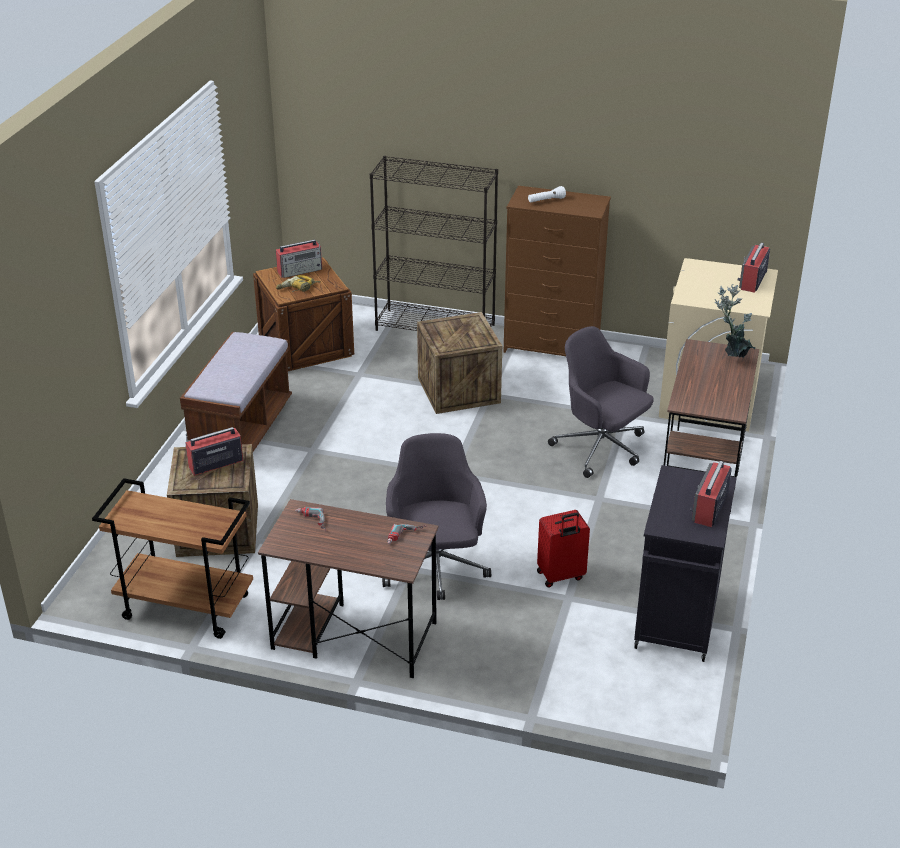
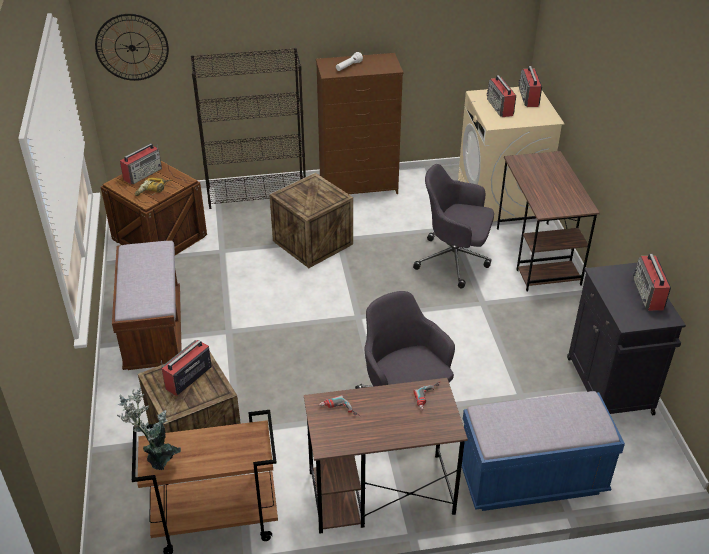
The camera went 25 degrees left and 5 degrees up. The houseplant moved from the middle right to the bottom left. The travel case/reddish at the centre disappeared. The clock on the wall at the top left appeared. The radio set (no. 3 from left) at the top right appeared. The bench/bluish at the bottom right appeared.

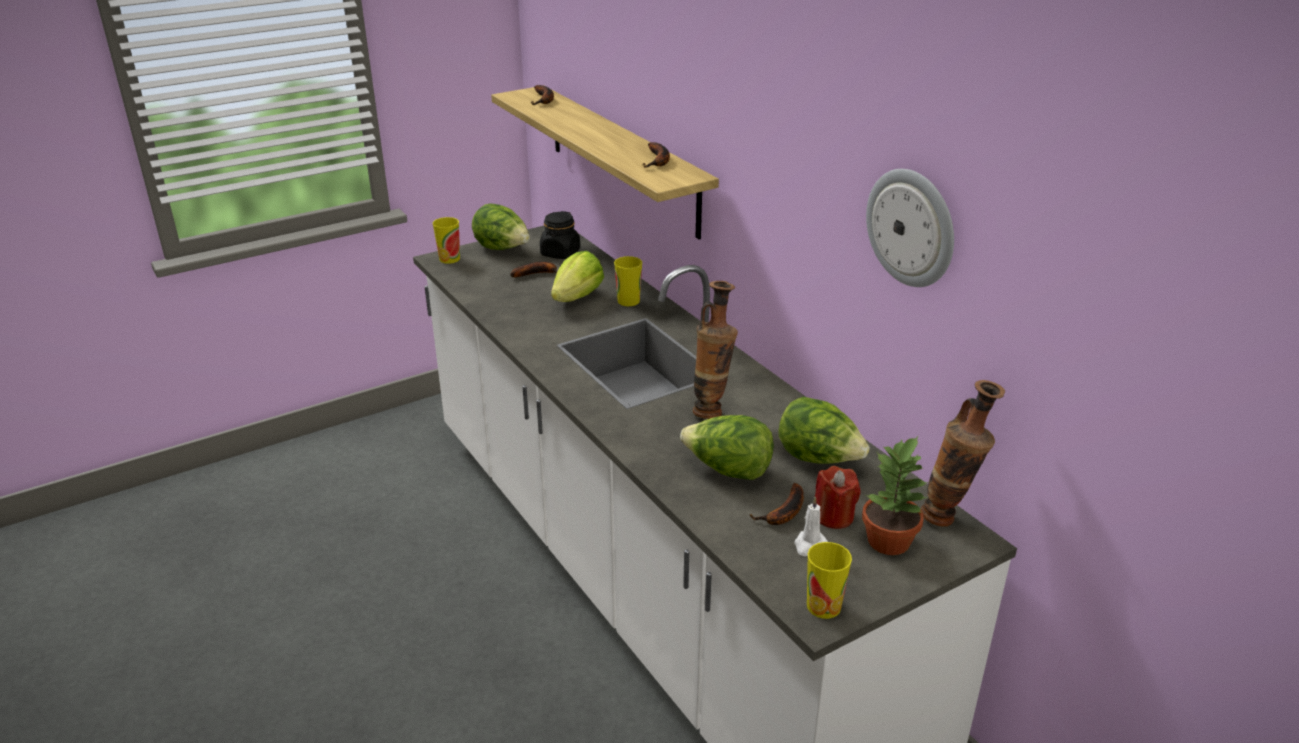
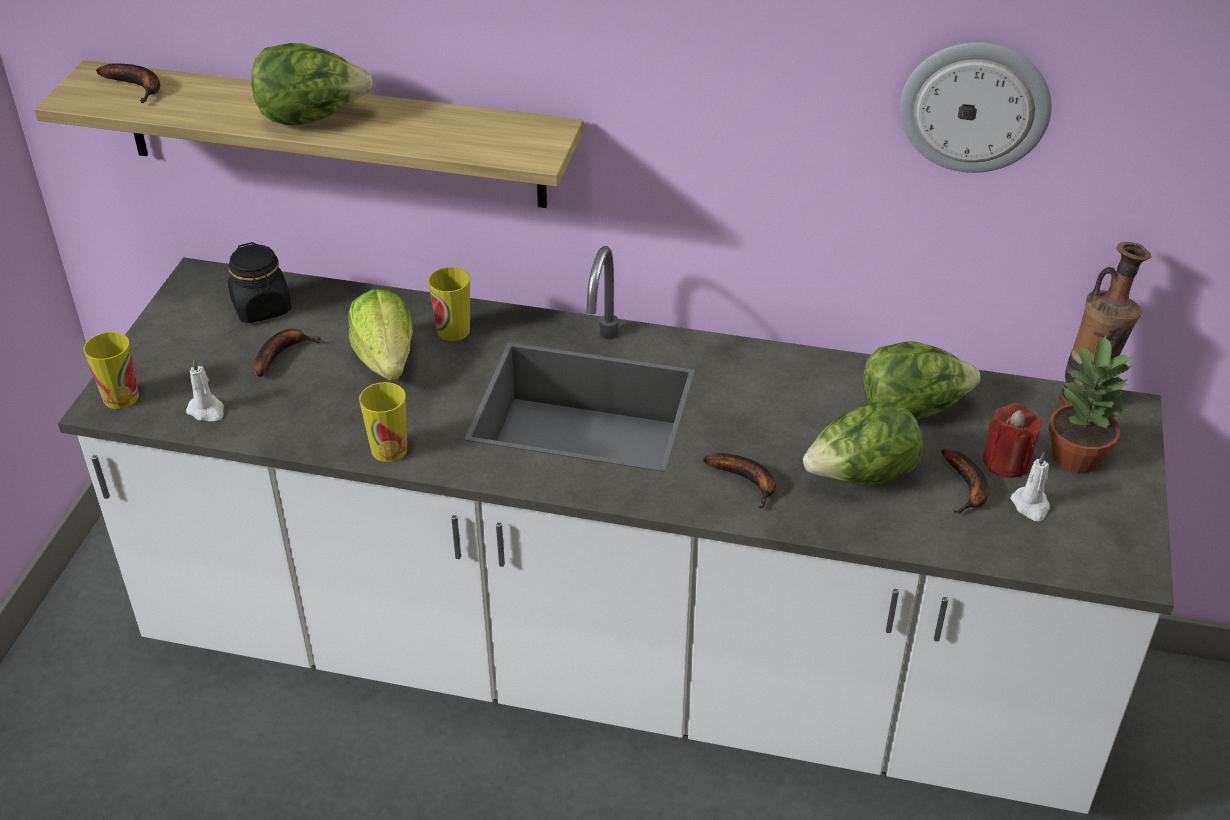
The camera went 45 degrees left and 10 degrees up. The whole banana (no. 3 from left) moved from the top centre to the centre. The lettuce (no. 1 from left) moved from the top centre to the top left. The flower vase (no. 1 from left) at the centre disappeared. The small cup (no. 3 from left in the first image) moved from the bottom centre to the middle left. The wax candle/whitish (no. 1 from left) at the middle left appeared.

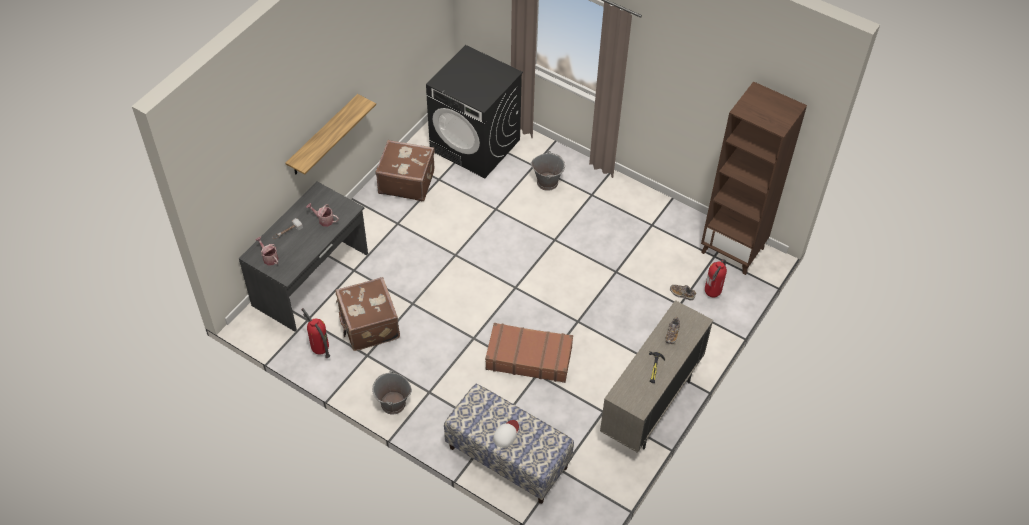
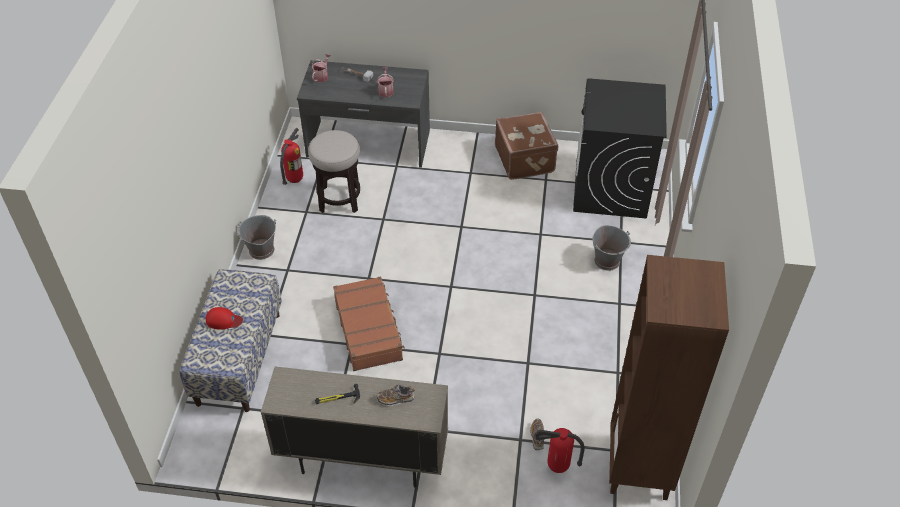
The camera went 65 degrees right and 5 degrees down. The shelf at the top left disappeared. The travel case/brown (no. 1 from left) at the centre was replaced by the sitting stool at the centre. The peaked cap/whitish at the bottom centre became the peaked cap/reddish at the middle left.

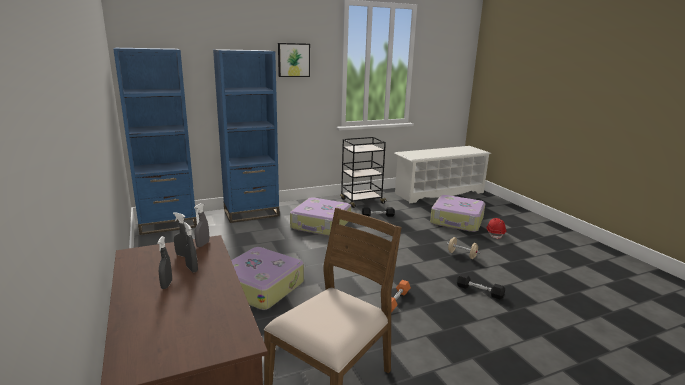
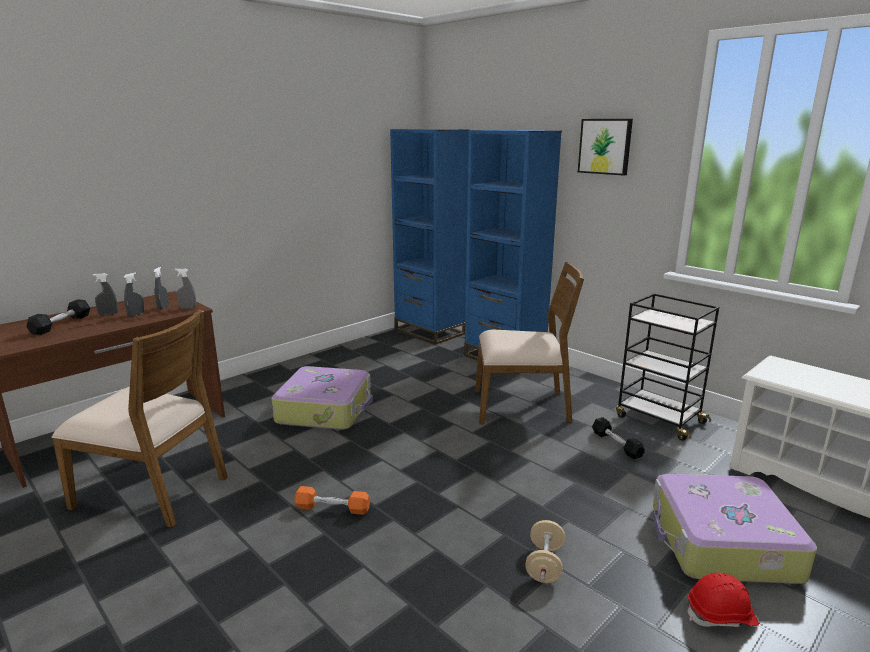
The camera went 70 degrees right and 0 degrees up. The travel case (no. 2 from left) at the centre was replaced by the upright chair/brown (no. 2 from left) at the centre. The free weight/black-coloured (no. 2 from left in the first image) moved from the bottom right to the middle left.

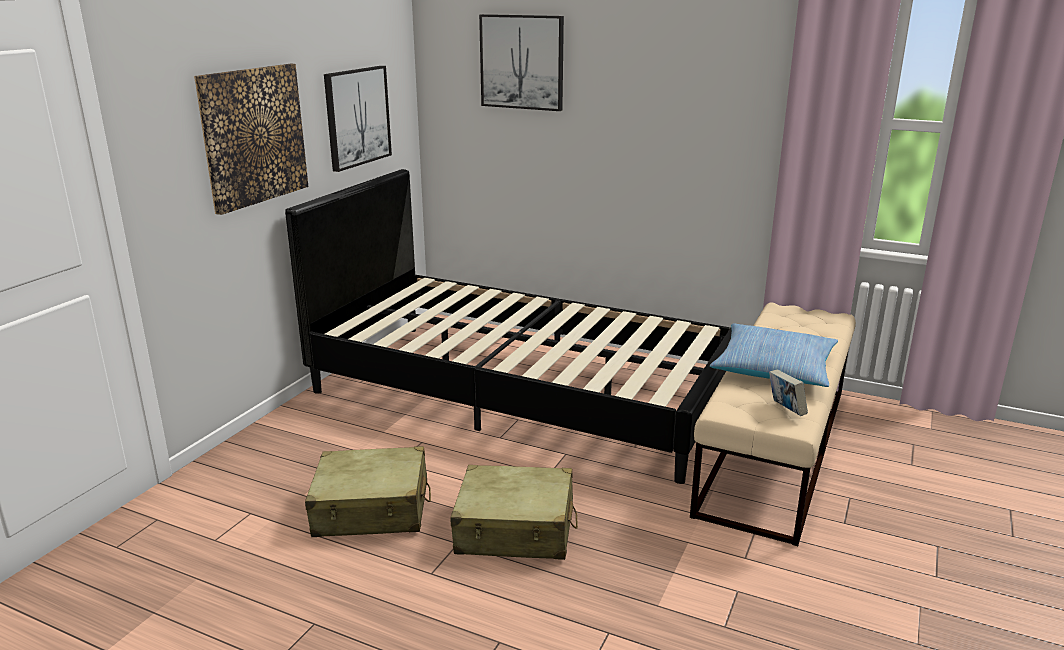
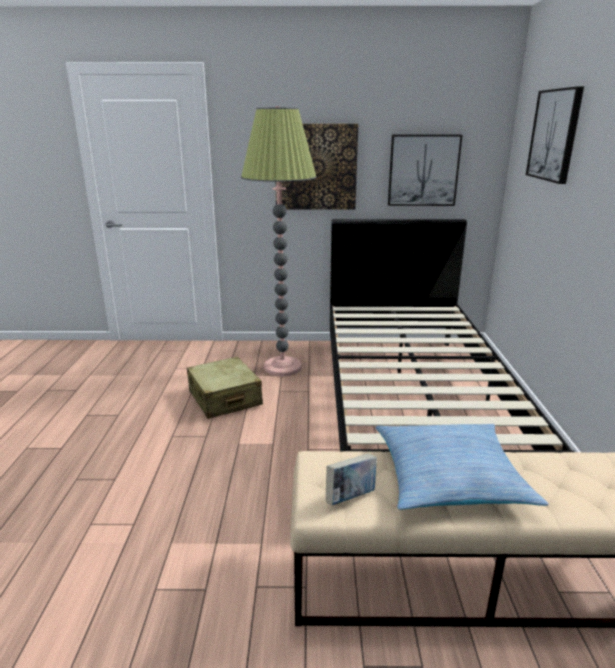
The camera went 65 degrees right and 0 degrees up. The travel case/beige-coloured (no. 2 from left) at the bottom centre disappeared. The standing lamp at the centre appeared.

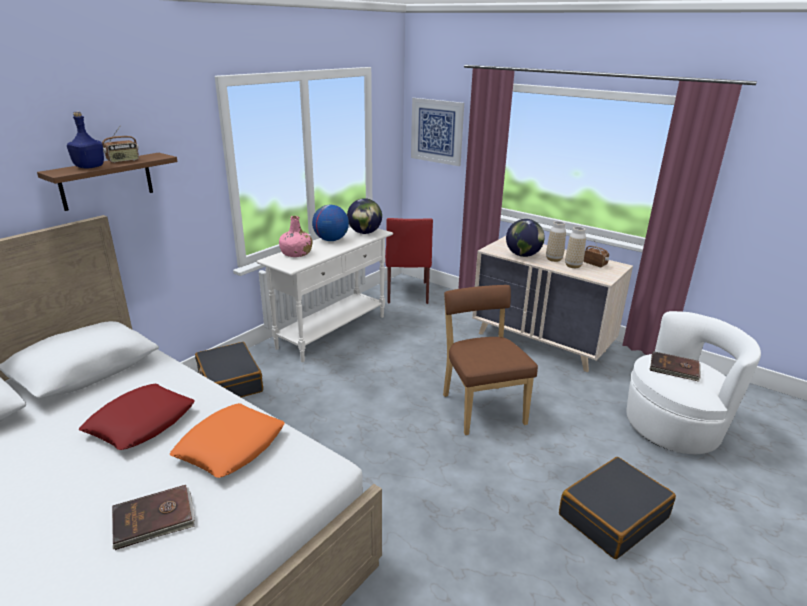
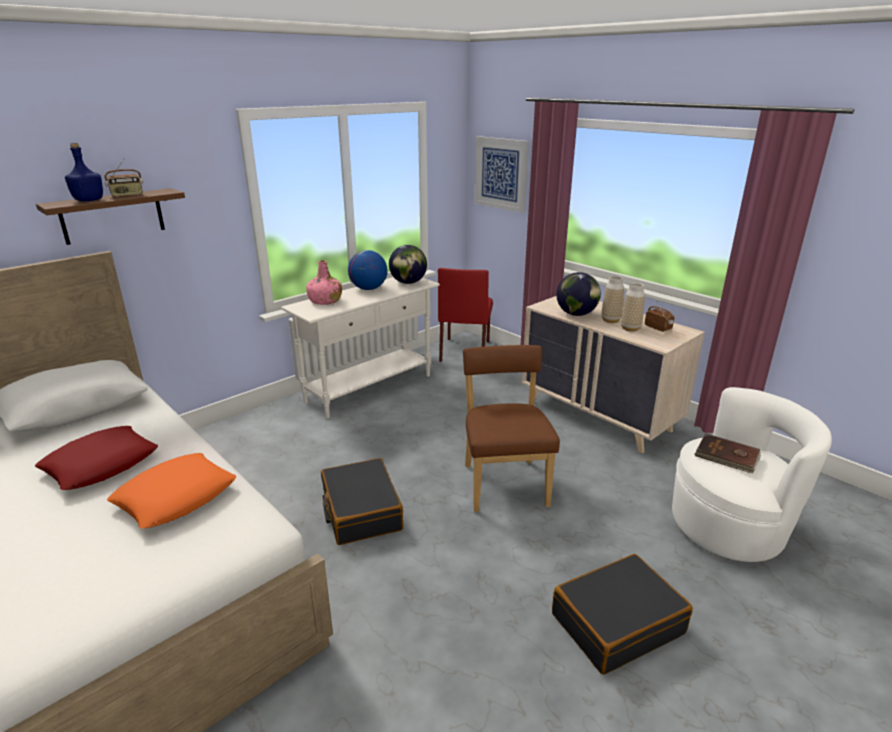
The camera went 10 degrees right and 0 degrees up. The travel case/black-coloured (no. 1 from left) moved from the middle left to the bottom centre. The volume/brown (no. 1 from left) at the bottom left disappeared.

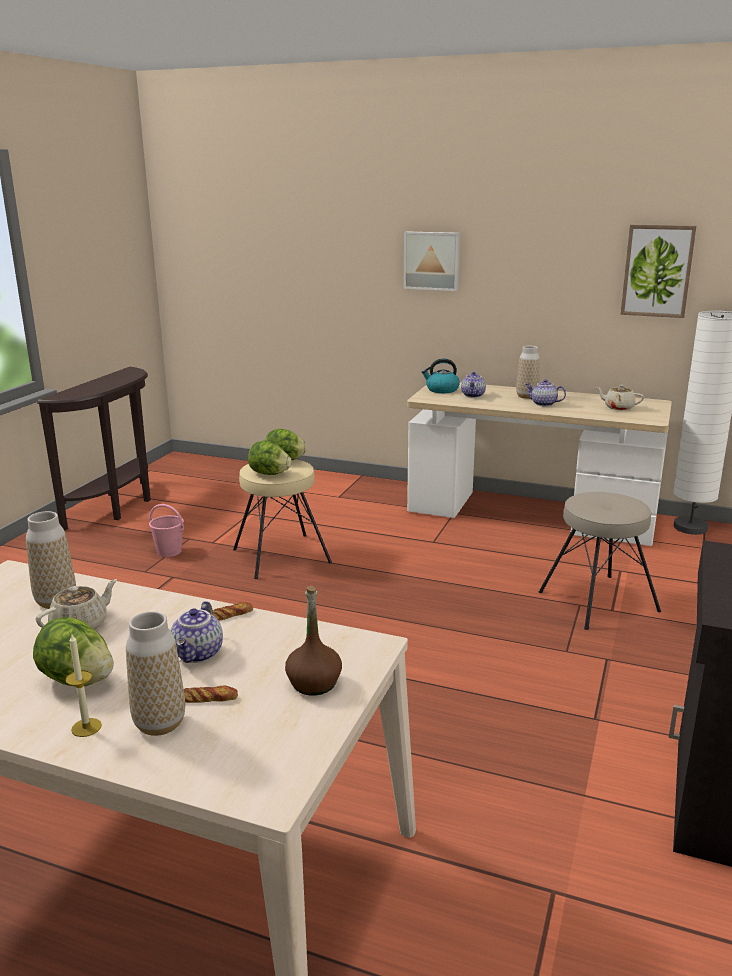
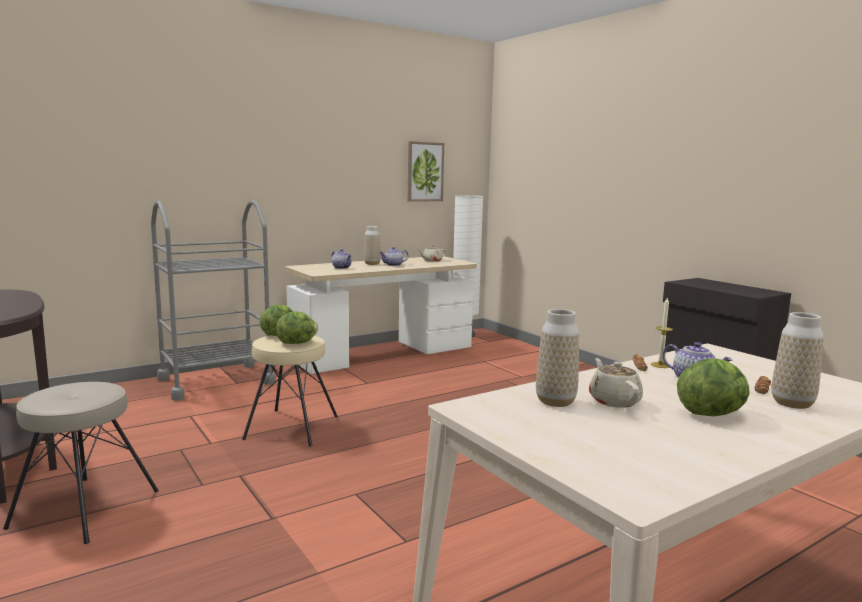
The camera went 55 degrees left and 10 degrees down. The wall art (no. 1 from left) at the top centre disappeared. The tea kettle at the centre disappeared. The sitting stool/beige-coloured (no. 2 from left in the first image) moved from the middle right to the bottom left. The pail/pinkish at the middle left disappeared. The drink bottle/brown at the centre disappeared. The wax candle moved from the bottom left to the middle right. The trolley/greyish at the middle left appeared.

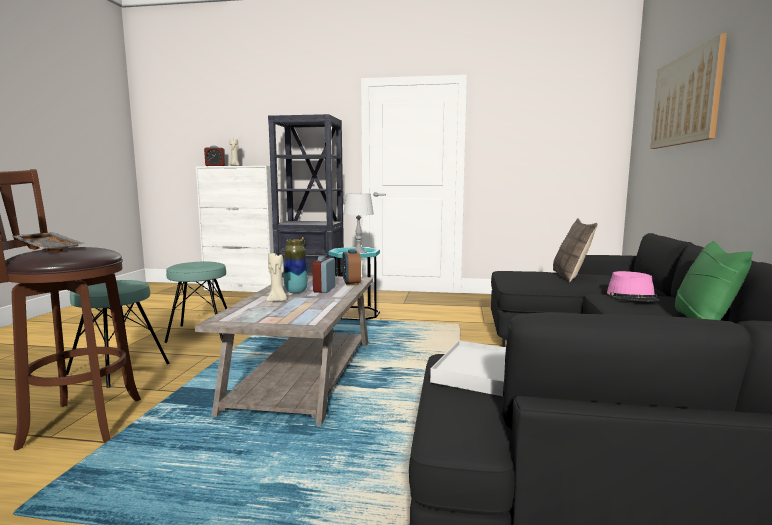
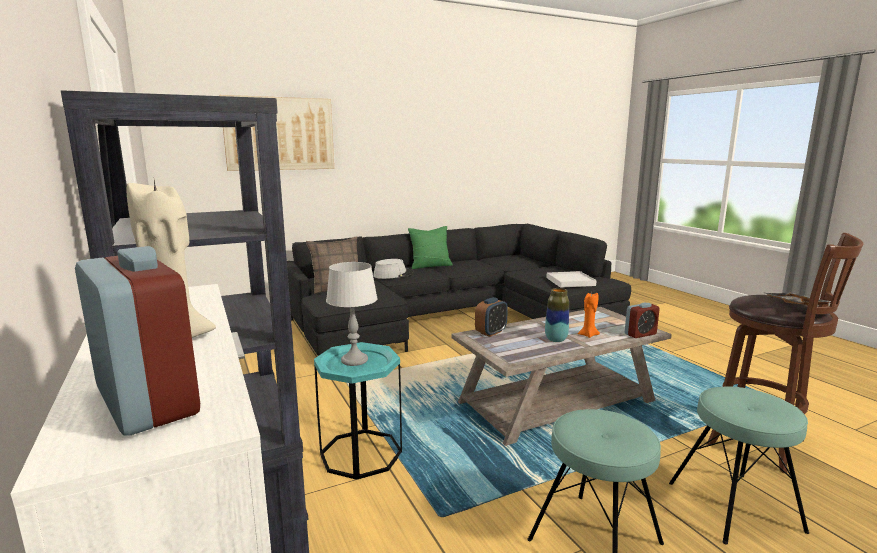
The camera went 125 degrees left and 5 degrees up. The wax candle/beige-coloured (no. 2 from left) at the centre became the wax candle/orange-coloured at the middle right. The table clock (no. 2 from left in the first image) moved from the centre to the middle right. The hat/pinkish at the middle right became the hat/greyish at the centre.

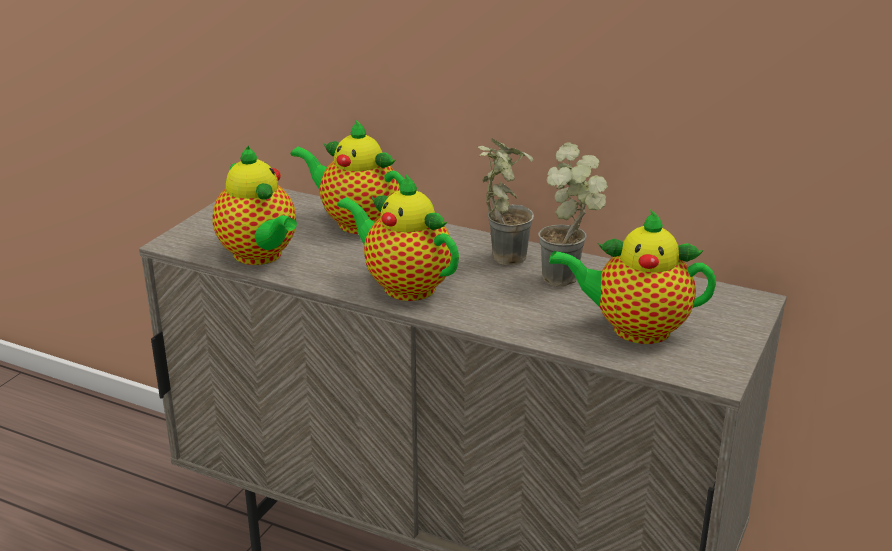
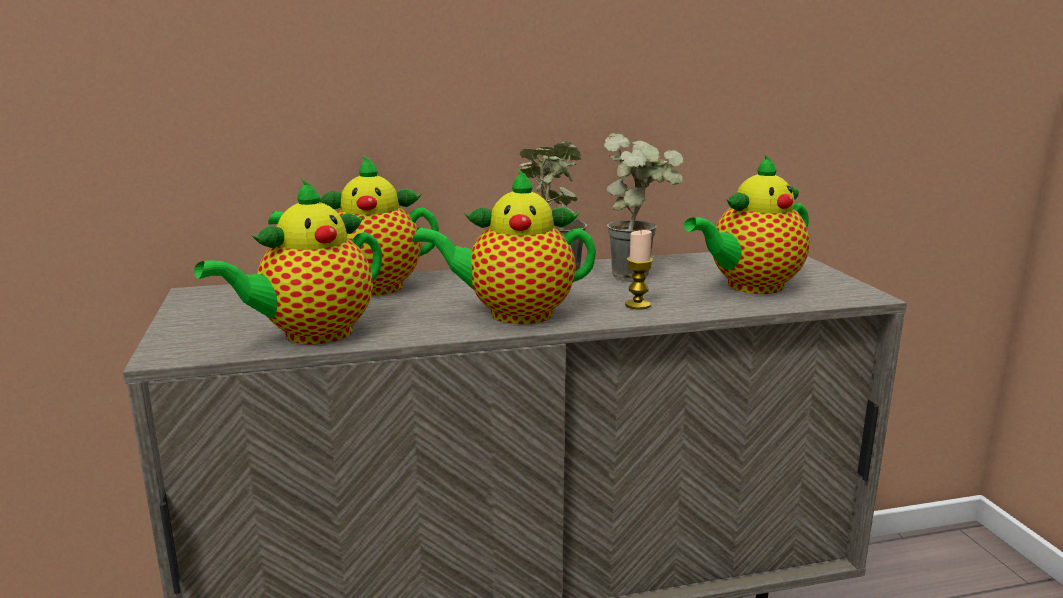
The camera went 40 degrees left and 10 degrees down. The teapot (no. 1 from left) at the middle left turned 120 degrees clockwise. The wax candle at the centre appeared.

